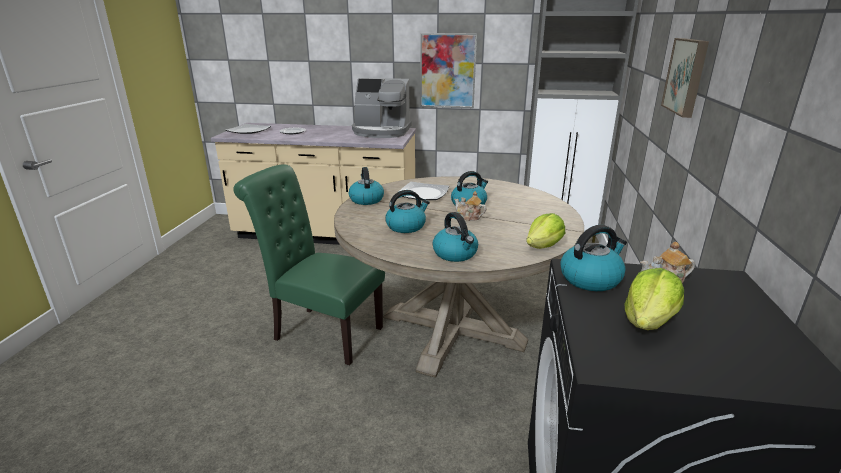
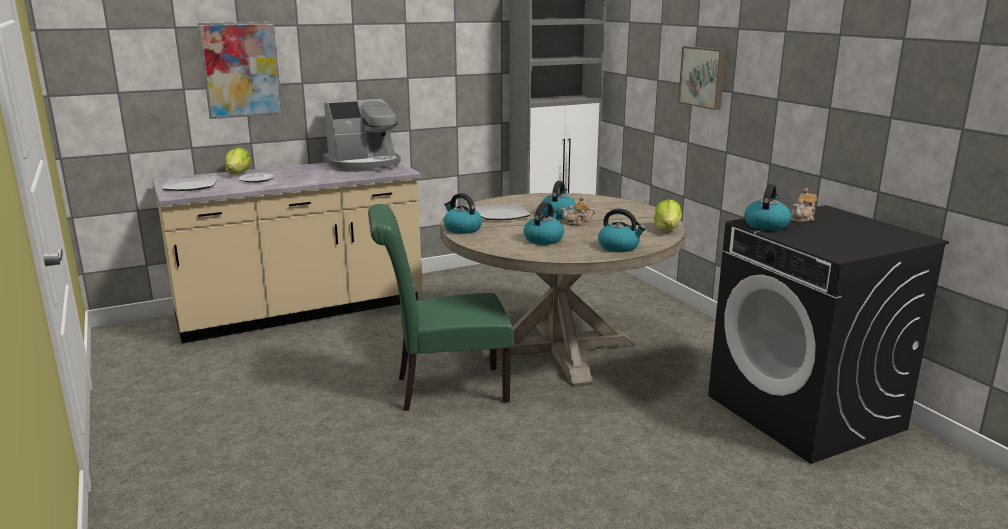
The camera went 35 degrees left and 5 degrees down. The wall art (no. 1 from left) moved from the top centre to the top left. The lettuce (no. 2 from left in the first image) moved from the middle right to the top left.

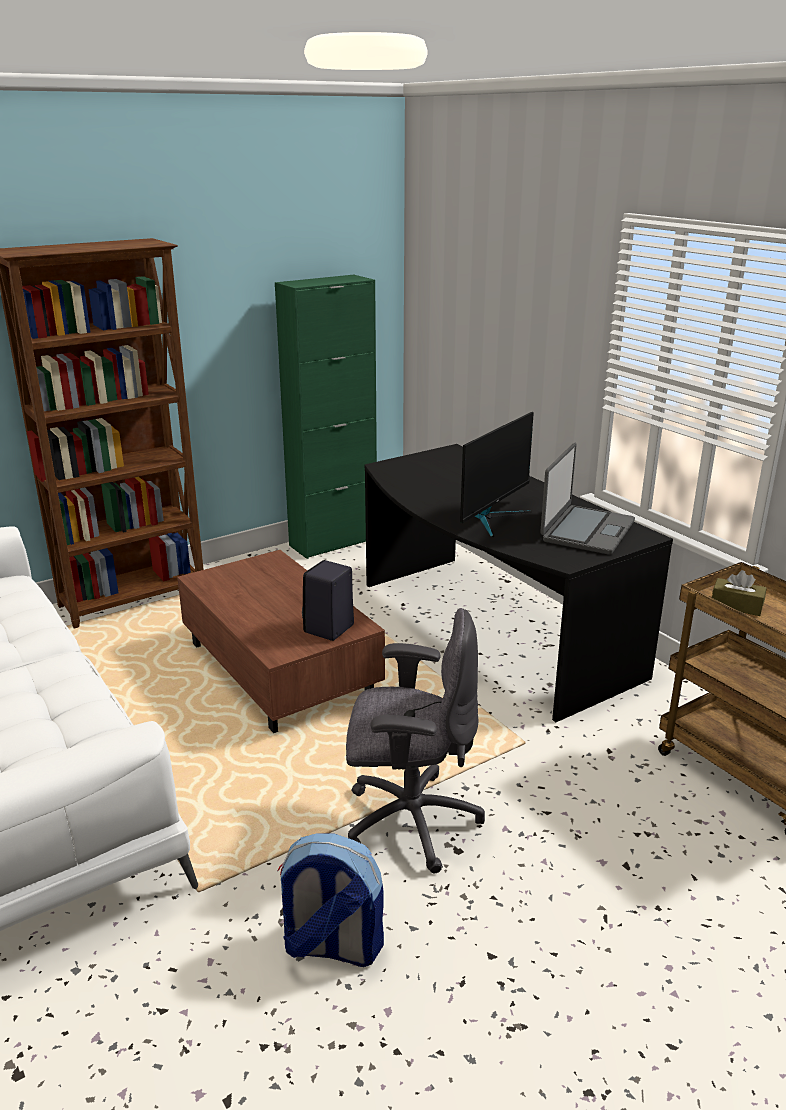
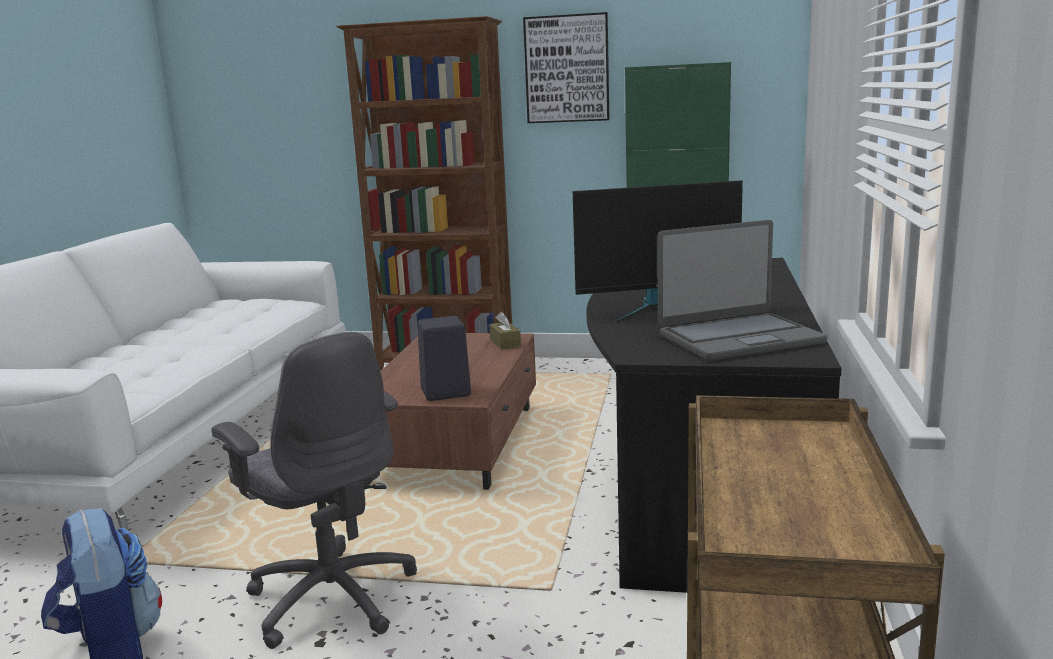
The camera went 45 degrees right and 10 degrees down. The box of tissues/brown moved from the middle right to the centre. The wall art at the top centre appeared.

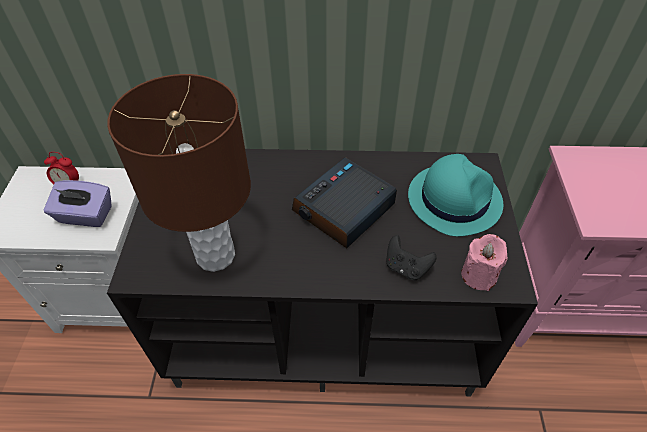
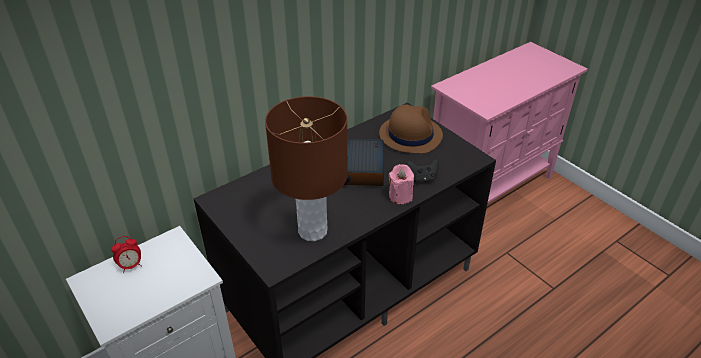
The camera went 40 degrees left and 10 degrees down. The hat/turquoise at the middle right became the hat/brown at the centre. The box of tissues/purplish at the middle left disappeared. The wax candle/pinkish moved from the middle right to the centre.

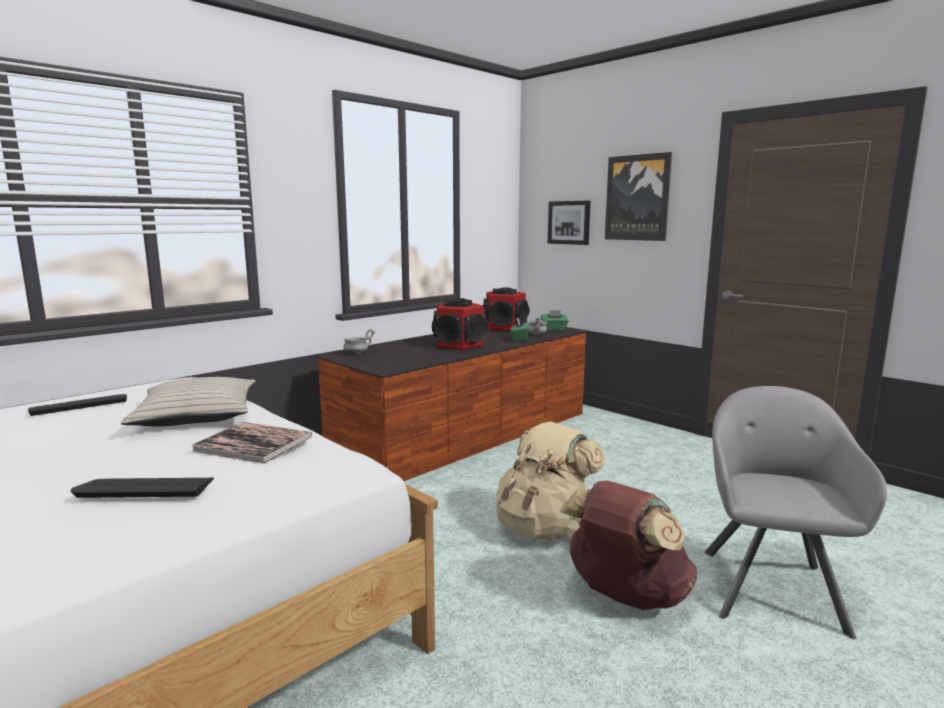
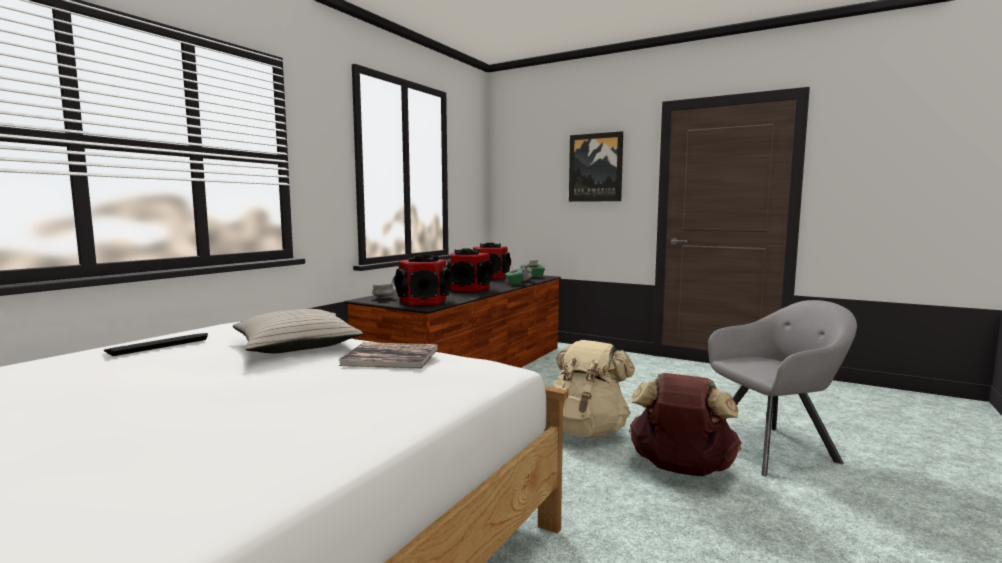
The camera went 15 degrees left and 5 degrees down. The wall art (no. 1 from left) at the top centre disappeared. The lounge chair/greyish at the bottom right turned 75 degrees clockwise. The keyboard (no. 2 from left) at the bottom left disappeared. The audio speaker (no. 1 from left) at the centre appeared.

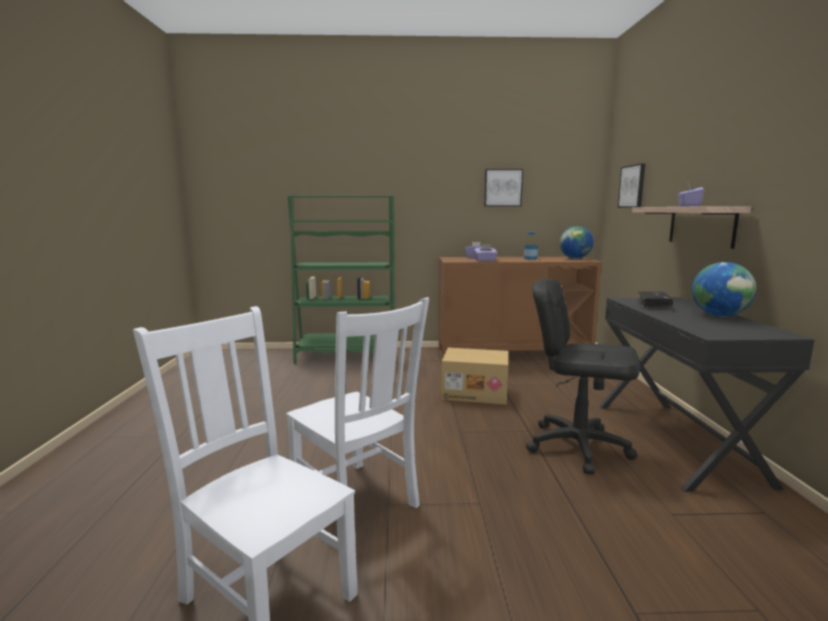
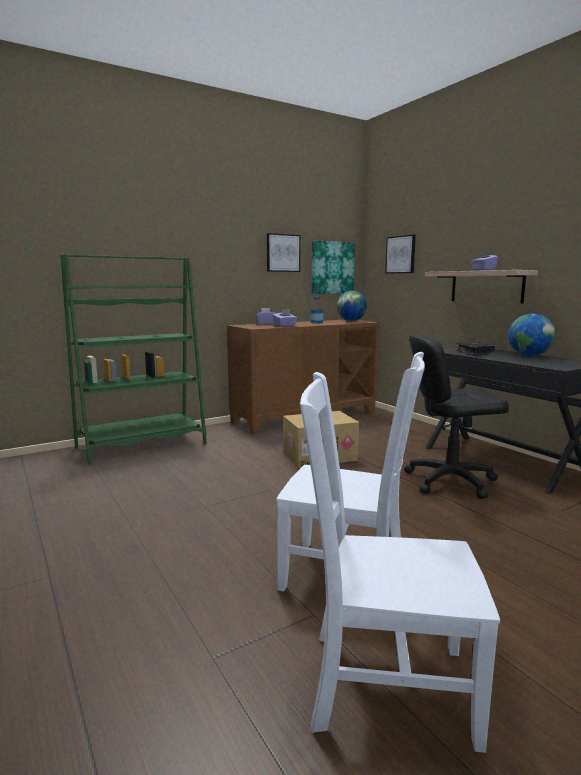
The camera went 30 degrees left and 0 degrees up. The wall art (no. 2 from left) at the centre appeared.

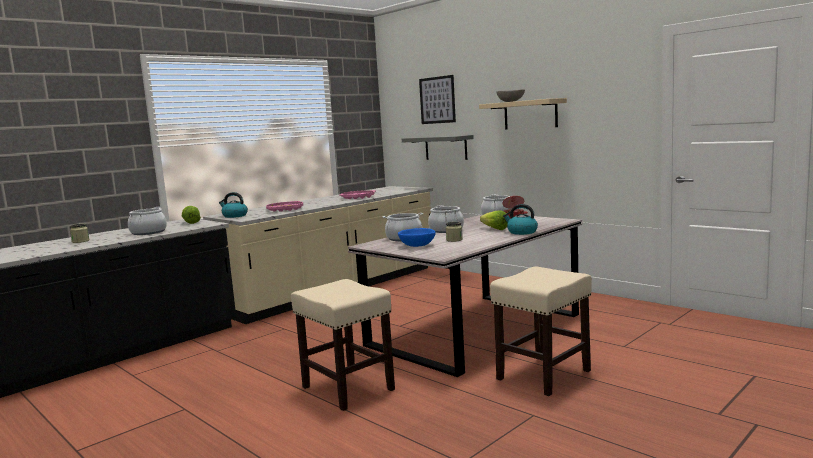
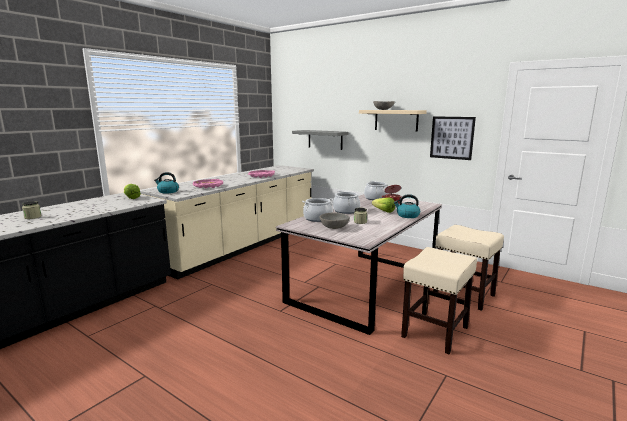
The camera went 10 degrees left and 5 degrees up. The wall art moved from the top centre to the top right. The cooking pot (no. 1 from left) at the middle left disappeared. The deep dish/bluish at the centre became the deep dish/greyish (no. 1 from left) at the centre. The sitting stool/beige-coloured (no. 1 from left in the first image) moved from the bottom centre to the middle right.

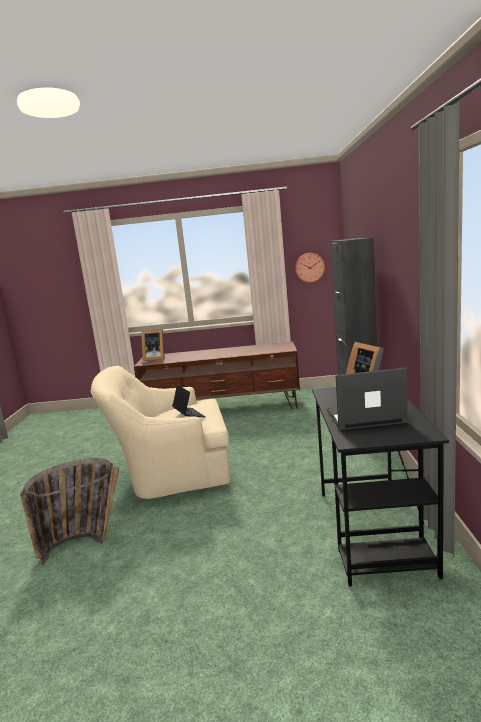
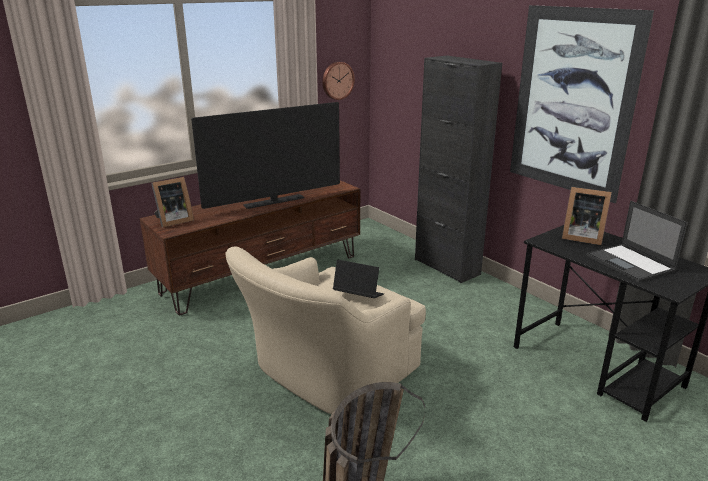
The camera went 40 degrees left and 10 degrees up. The portable computer (no. 2 from left) at the middle right turned 75 degrees counterclockwise. The wall art at the top right appeared. The television at the top centre appeared.

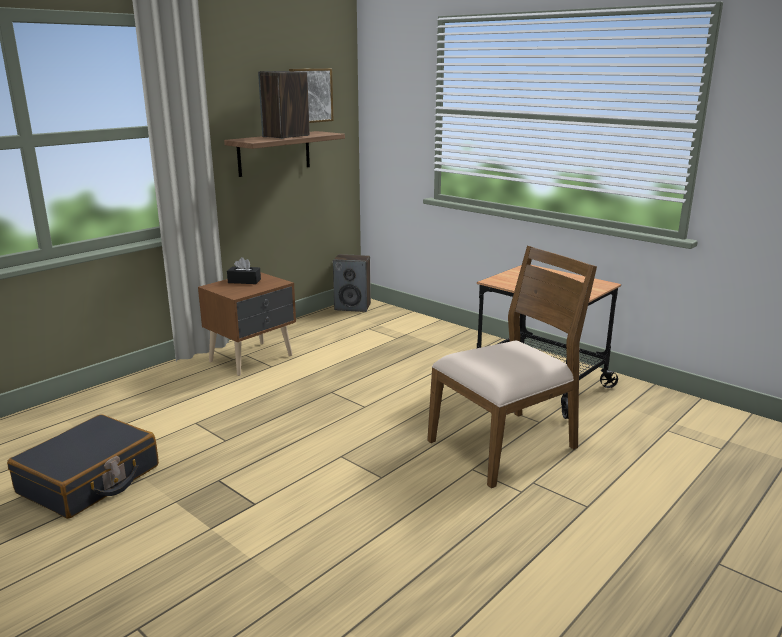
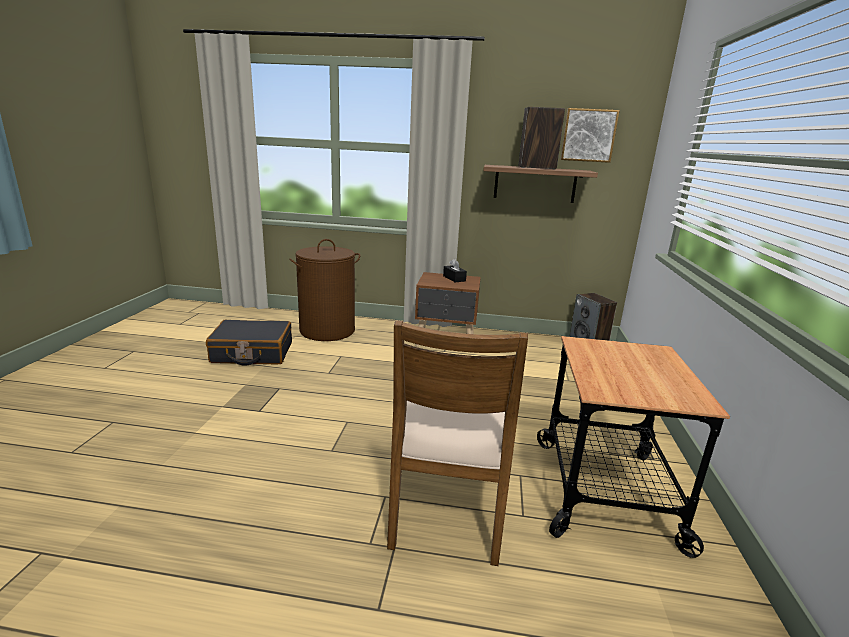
The camera went 55 degrees right and 0 degrees up. The upright chair/brown at the centre turned 75 degrees clockwise. The hamper/brown at the centre appeared.

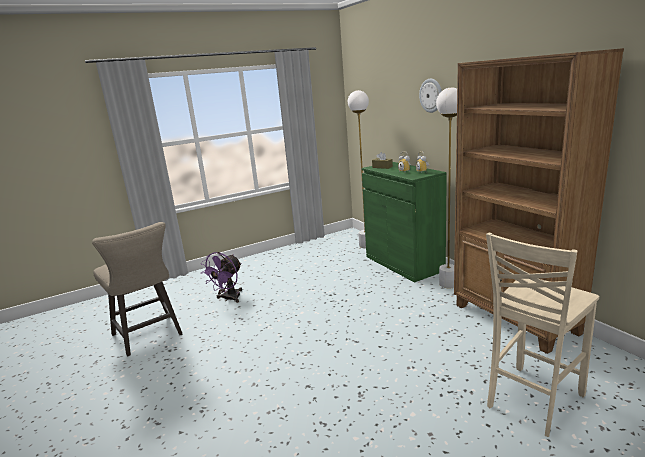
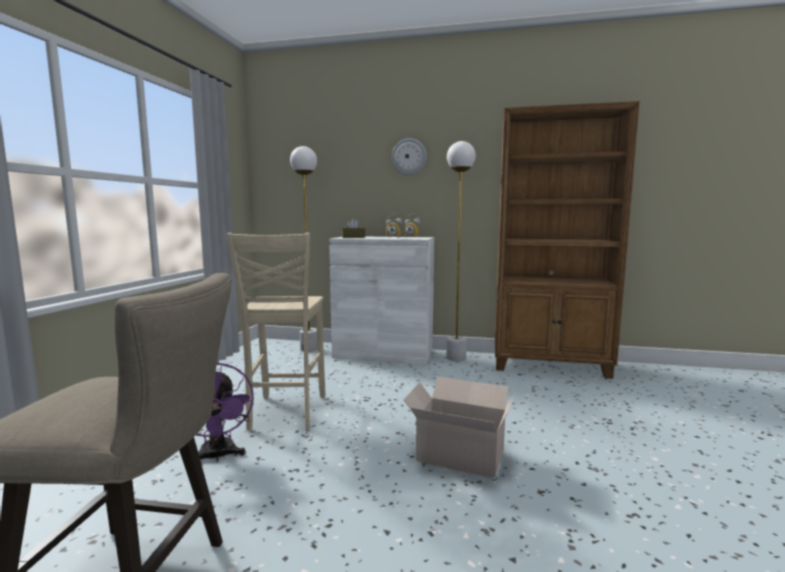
The camera went 50 degrees left and 10 degrees down. The cupboard/greenish at the centre became the cupboard/whitish at the centre. The upright chair/beige-coloured moved from the bottom right to the centre. The carton at the bottom centre appeared.

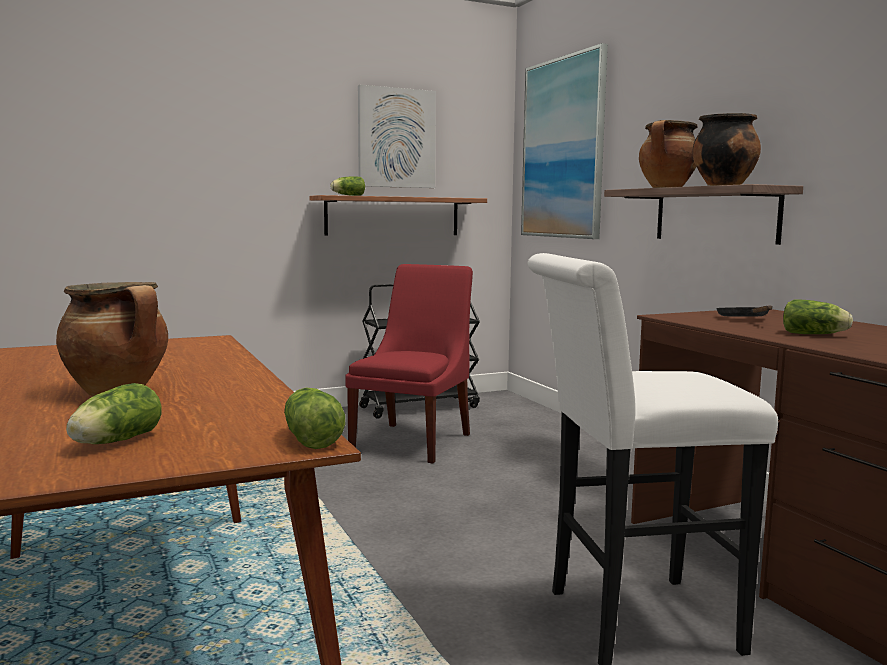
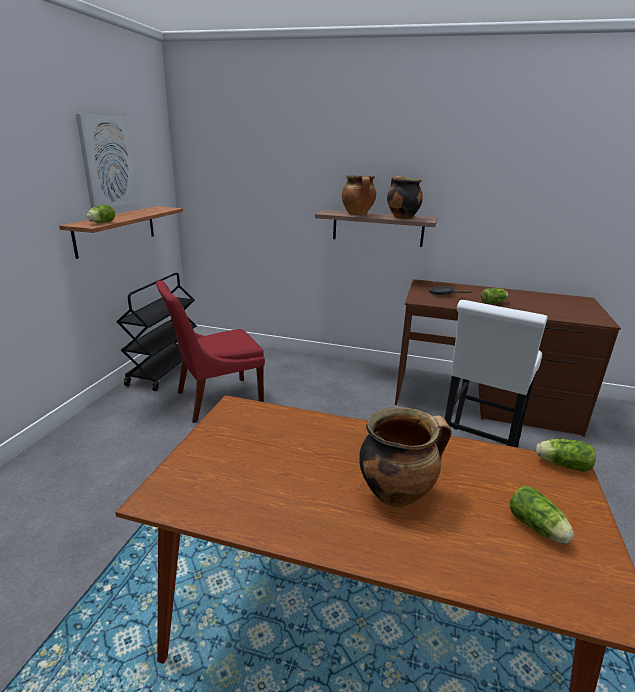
The camera went 50 degrees left and 15 degrees up. The wall art (no. 2 from left) at the top centre disappeared. The upright chair/reddish at the centre turned 90 degrees counterclockwise.

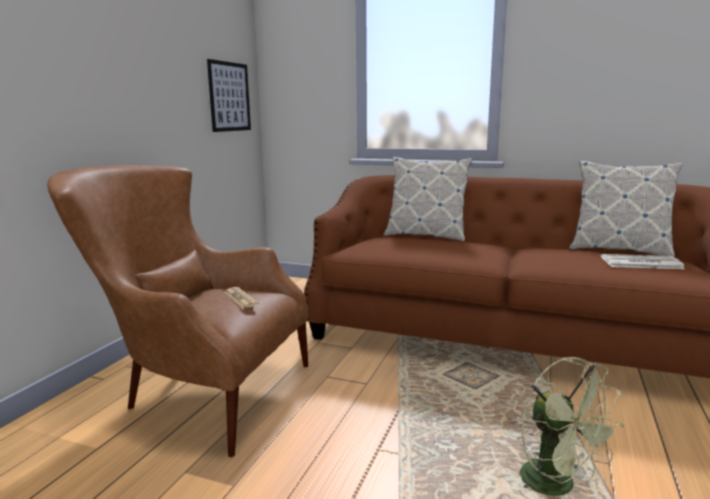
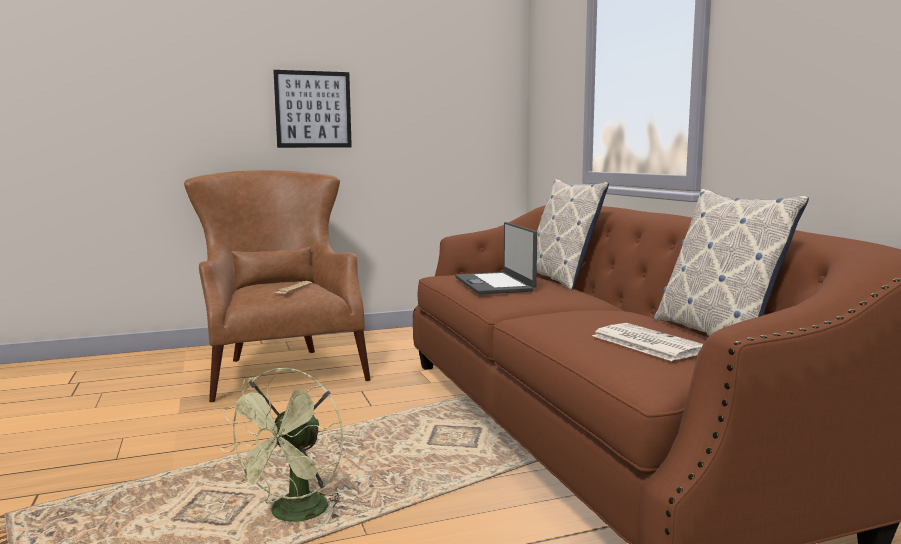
The camera went 50 degrees right and 5 degrees down. The wall art moved from the top left to the top centre. The portable computer at the centre appeared.

